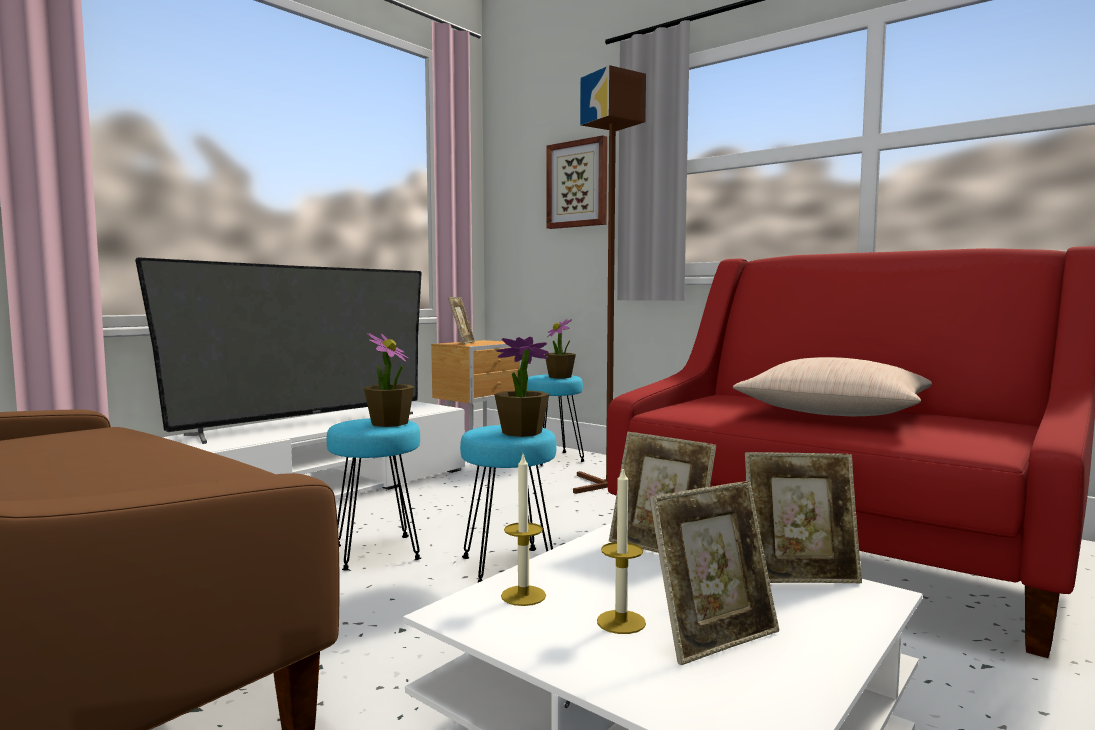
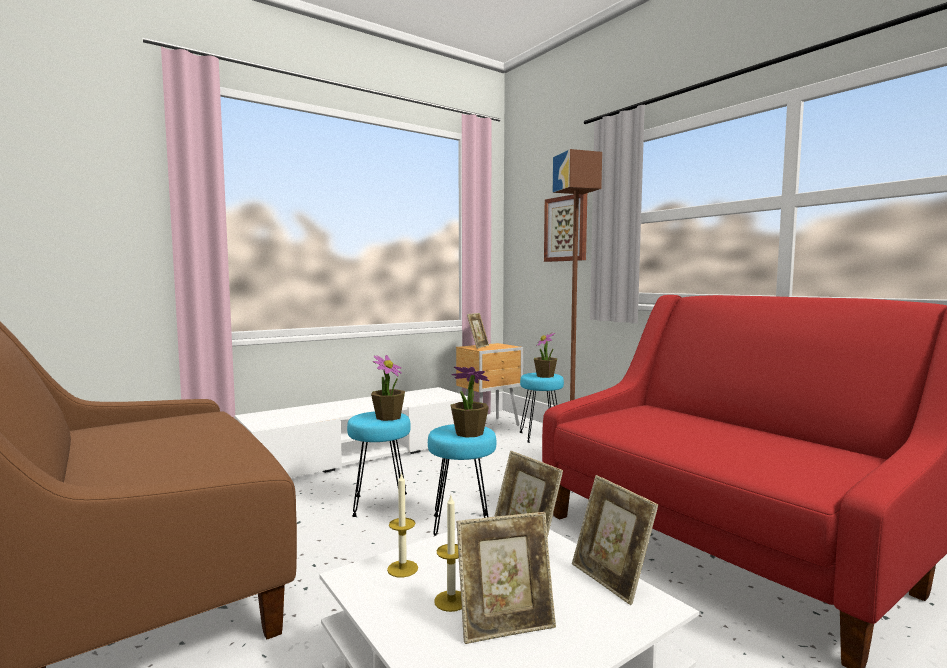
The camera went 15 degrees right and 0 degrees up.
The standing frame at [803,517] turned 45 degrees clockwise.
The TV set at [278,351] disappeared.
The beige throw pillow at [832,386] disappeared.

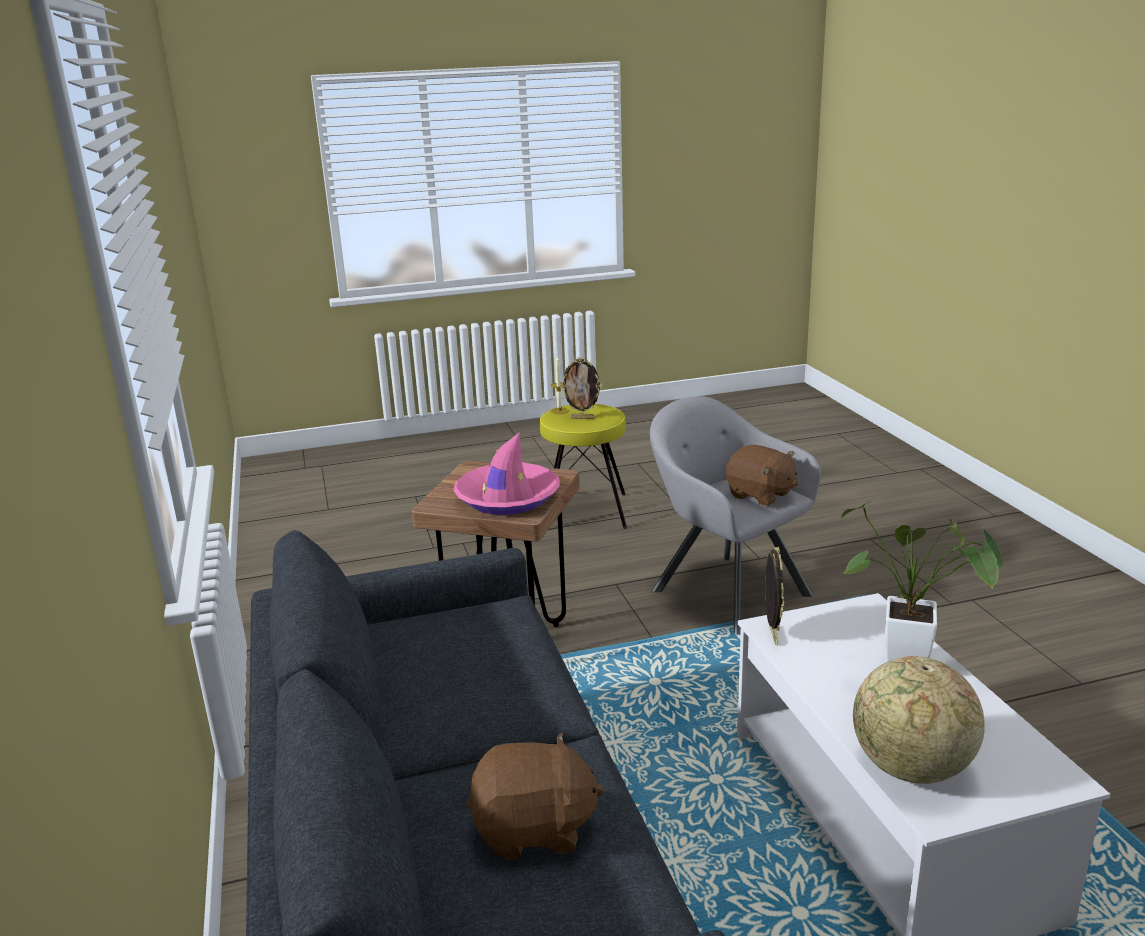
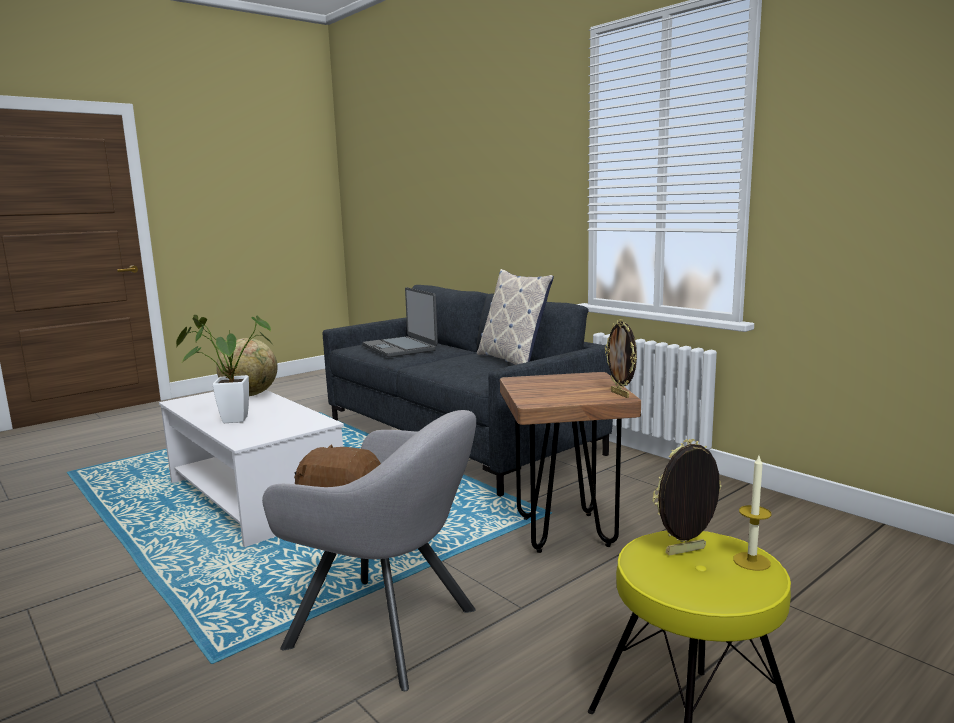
The camera went 155 degrees right and 10 degrees down.
The brown-coloured soft toy at [535,796] was replaced by the laptop at [400,322].
The throw pillow at [515,317] appeared.
The standing frame moved from [774,596] to [621,358].
The pink-coloured clothing hat at [506,473] disappeared.

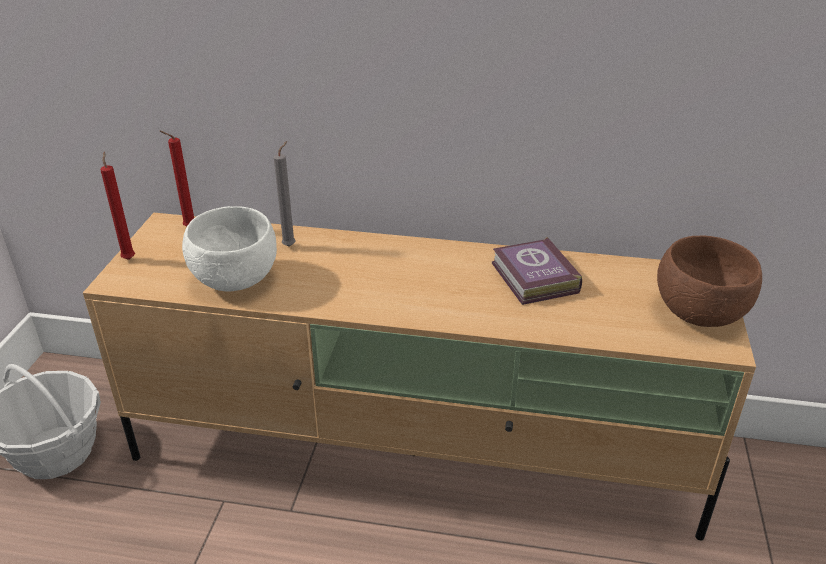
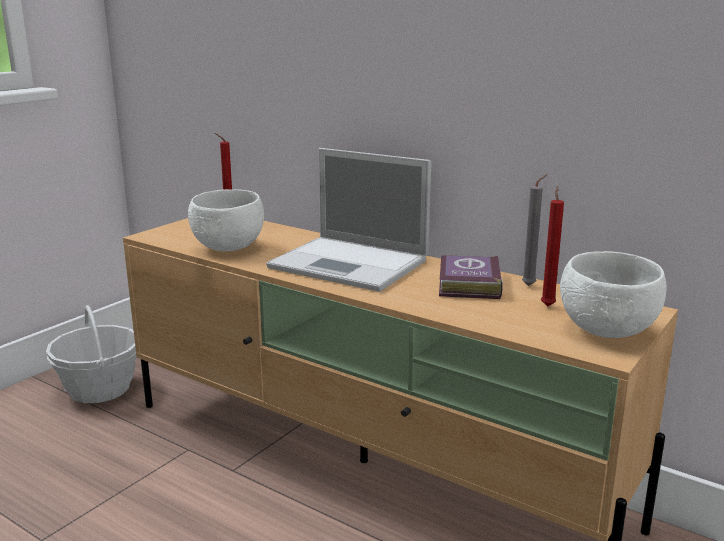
The camera went 25 degrees right and 15 degrees down.
The laptop at [348,220] appeared.
The greyish candle moved from [284,193] to [534,230].
The red candle moved from [117,206] to [552,246].
The brown-coloured serving bowl at [709,281] became the whitish serving bowl at [613,294].

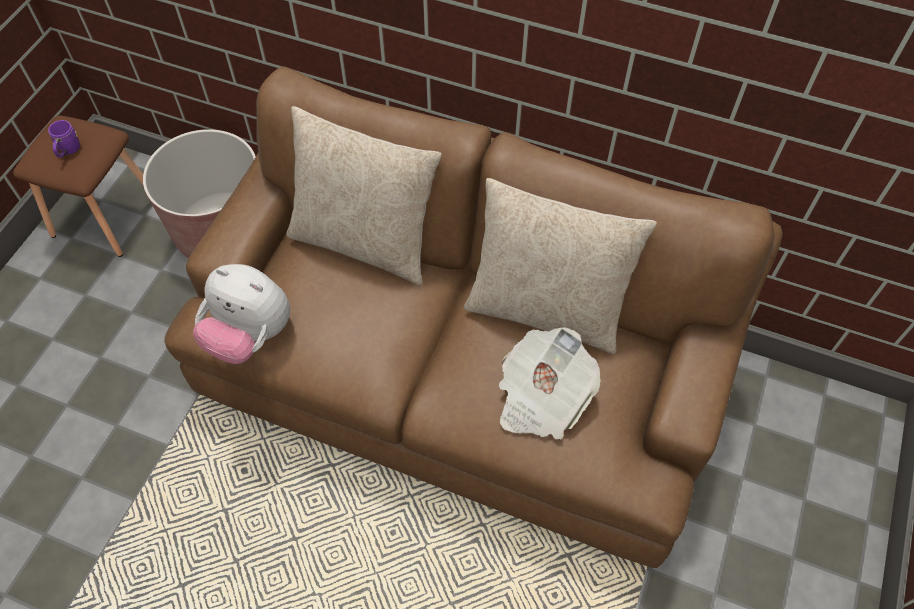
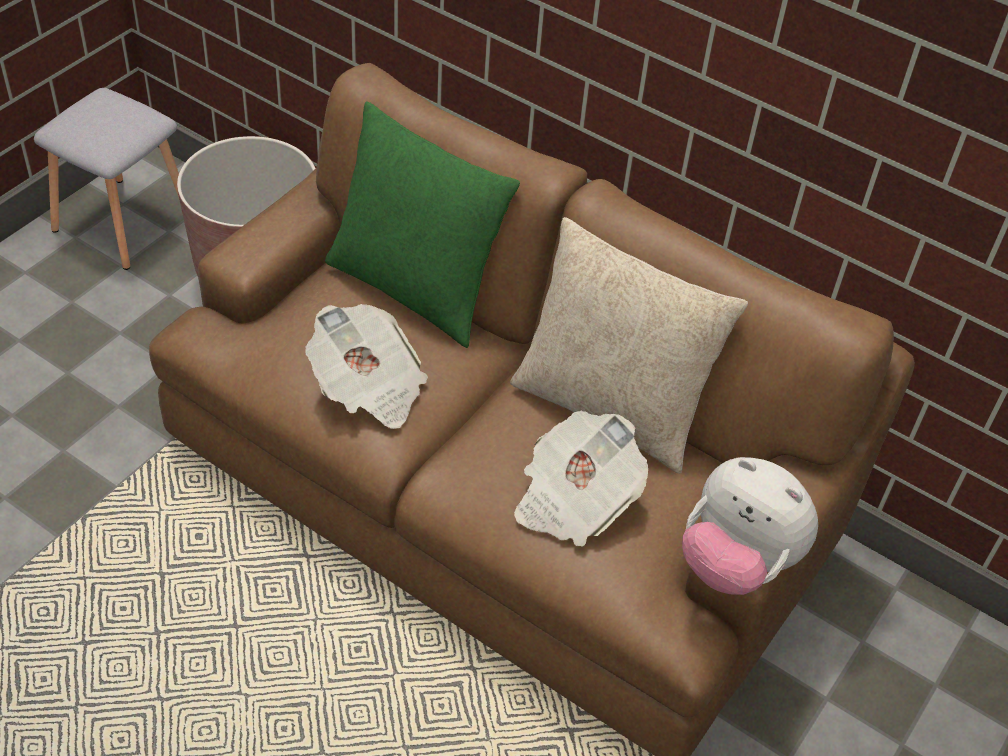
The camera went 10 degrees right and 10 degrees down.
The brown-coloured sitting stool at [78,186] became the greyish sitting stool at [106,179].
The printed paper at [366,366] appeared.
The beige throw pillow at [364,195] became the greenish throw pillow at [422,225].
The soft toy moved from [241,314] to [750,526].
The purple mug at [64,139] disappeared.

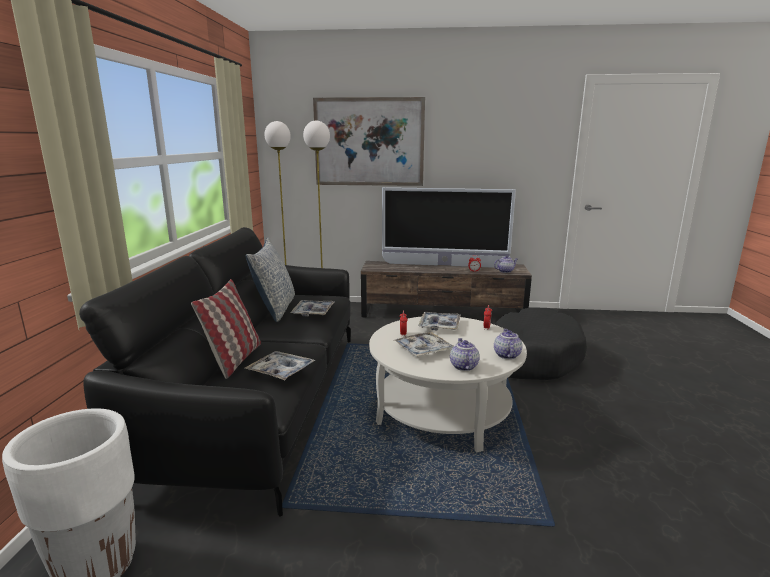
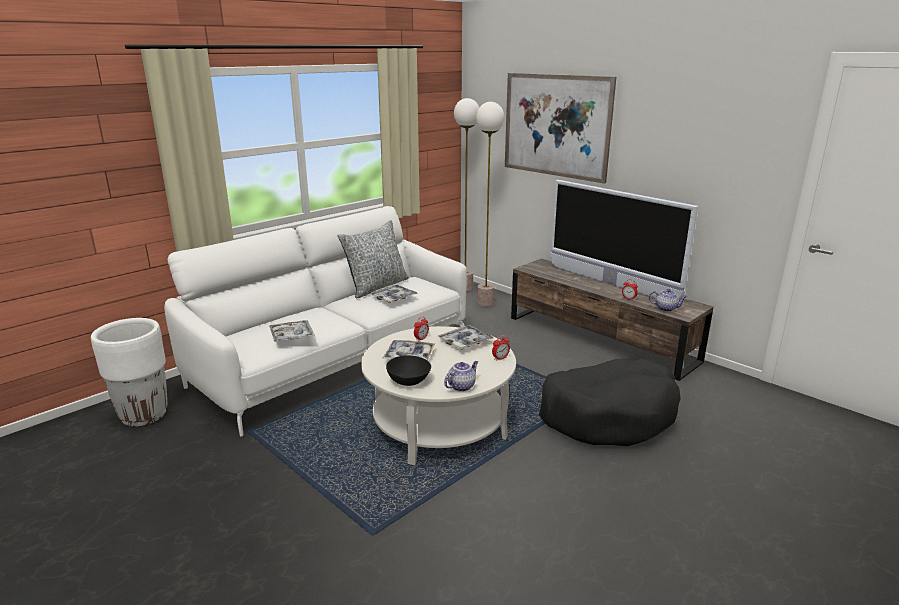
The camera went 40 degrees right and 5 degrees up.
The blackish sofa at [215,372] became the whitish sofa at [315,321].
The pot for tea at [465,354] was replaced by the blackish serving bowl at [408,370].
The throw pillow at [226,329] disappeared.

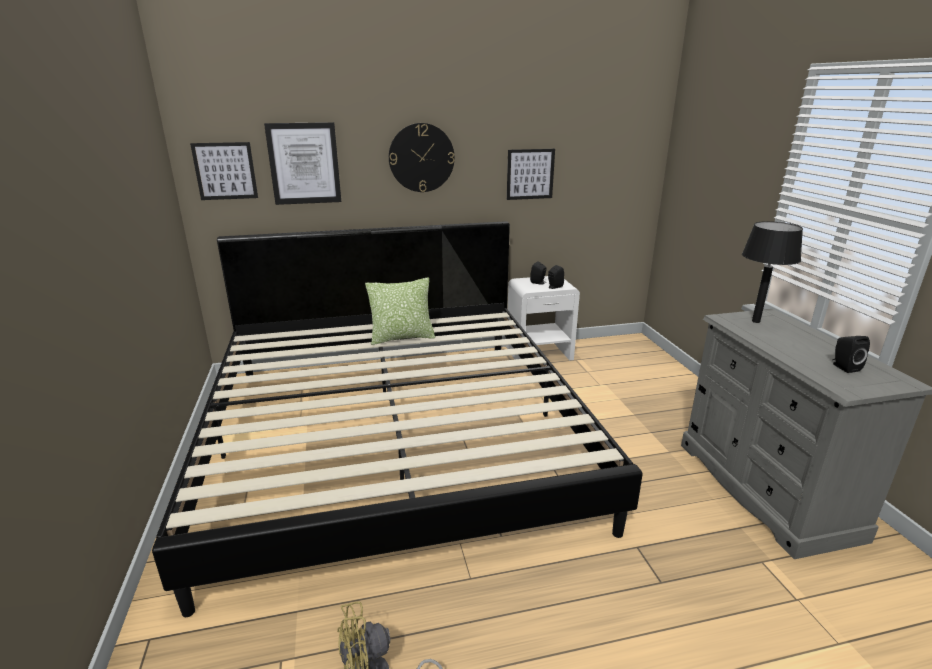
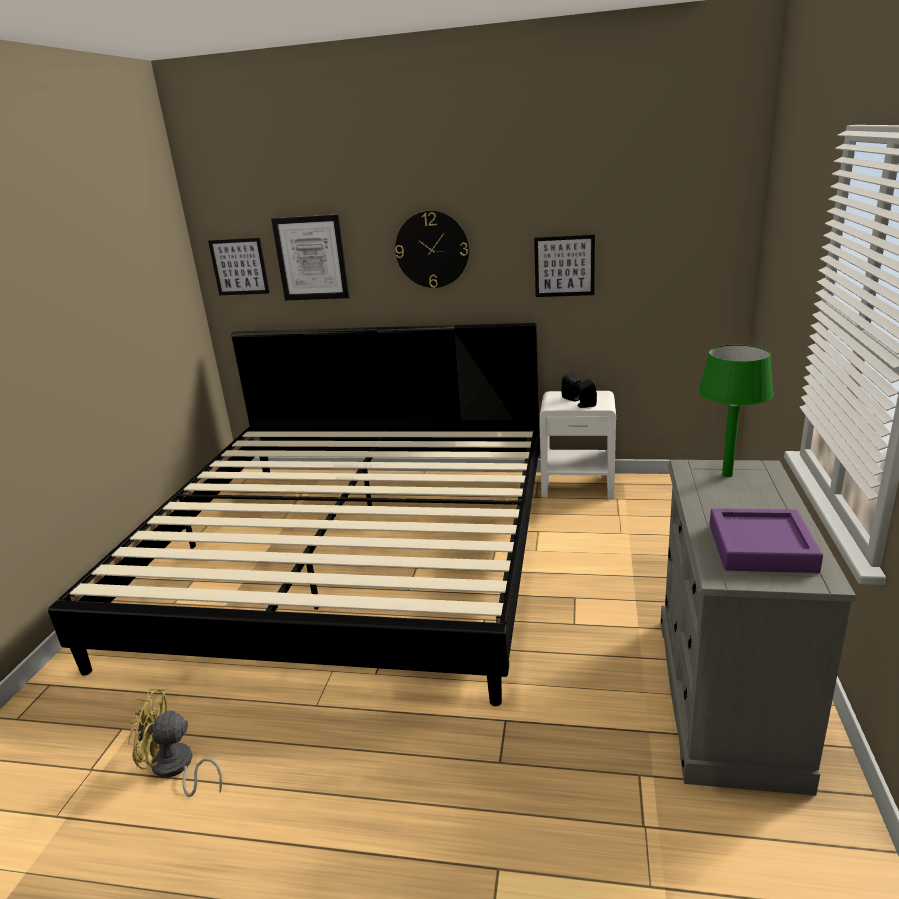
The camera went 25 degrees right and 0 degrees up.
The blackish tabletop lamp at [772,272] became the greenish tabletop lamp at [736,411].
The blackish speaker at [851,354] was replaced by the purple tray at [766,540].
The throw pillow at [400,311] disappeared.

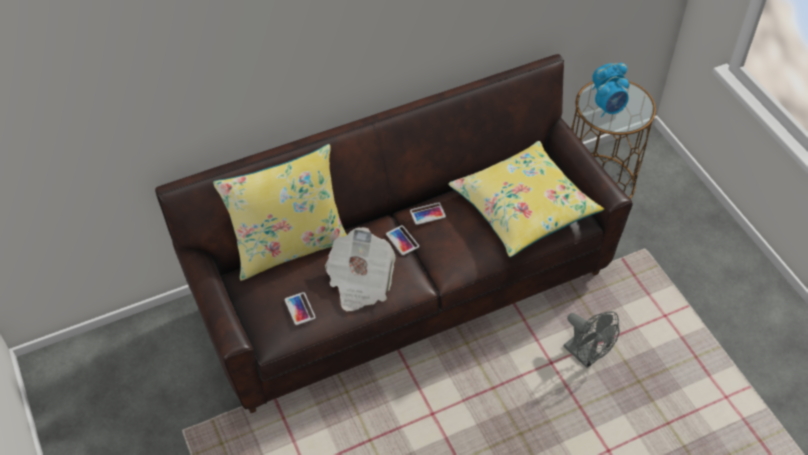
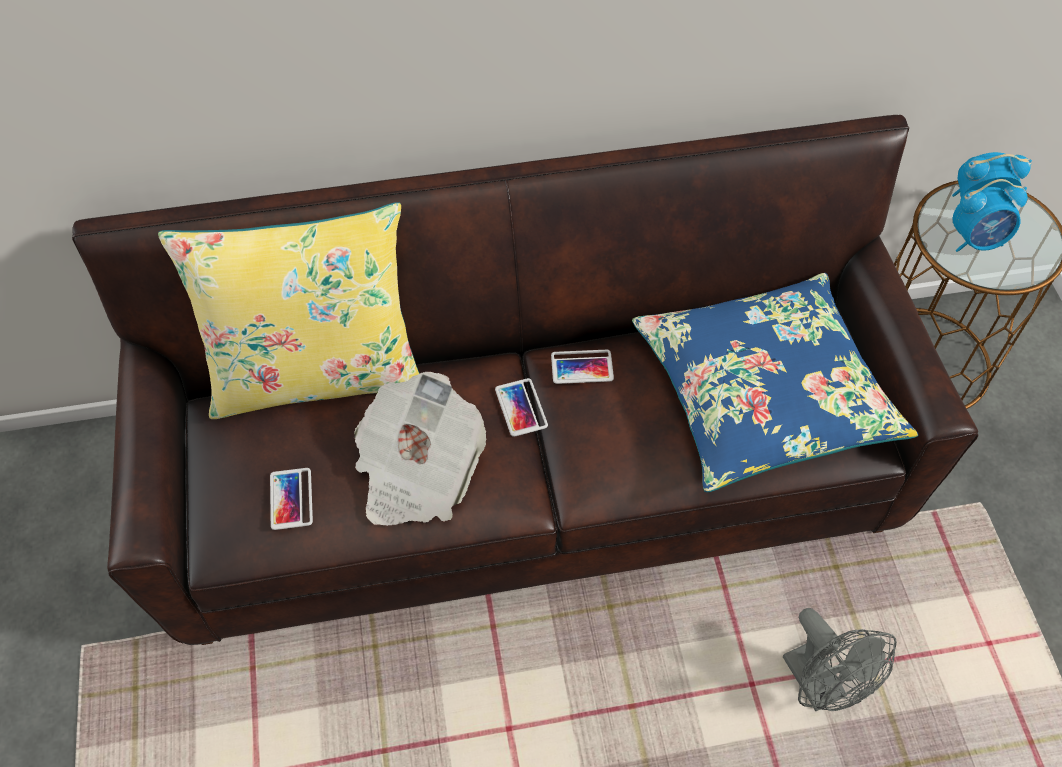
The camera went 15 degrees right and 5 degrees up.
The yellow throw pillow at [526,199] became the blue-coloured throw pillow at [775,382].

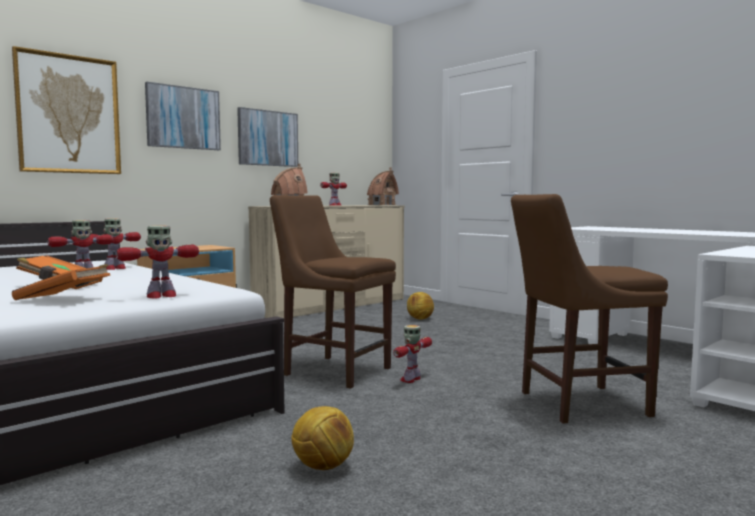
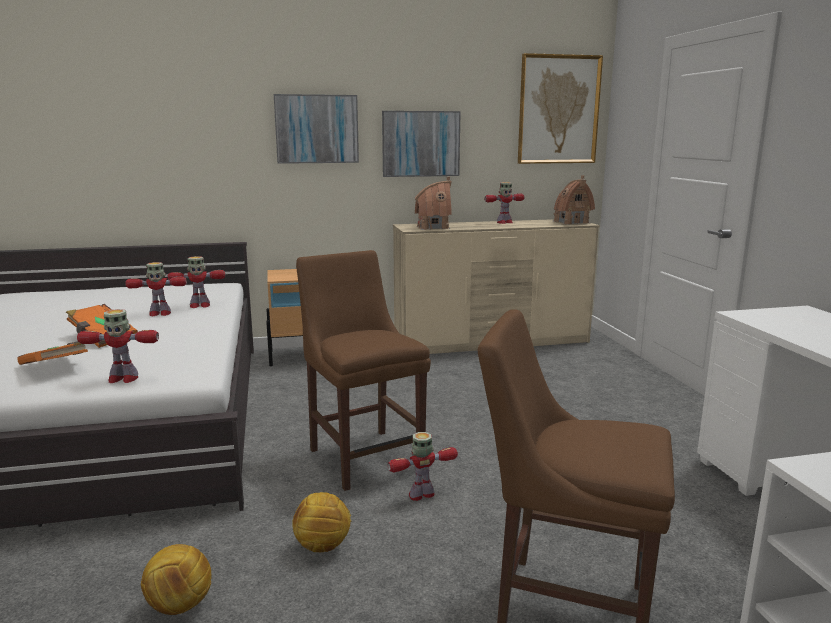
The camera went 30 degrees right and 10 degrees up.
The ball for football moved from [420,305] to [321,522].
The picture moved from [66,110] to [560,108].

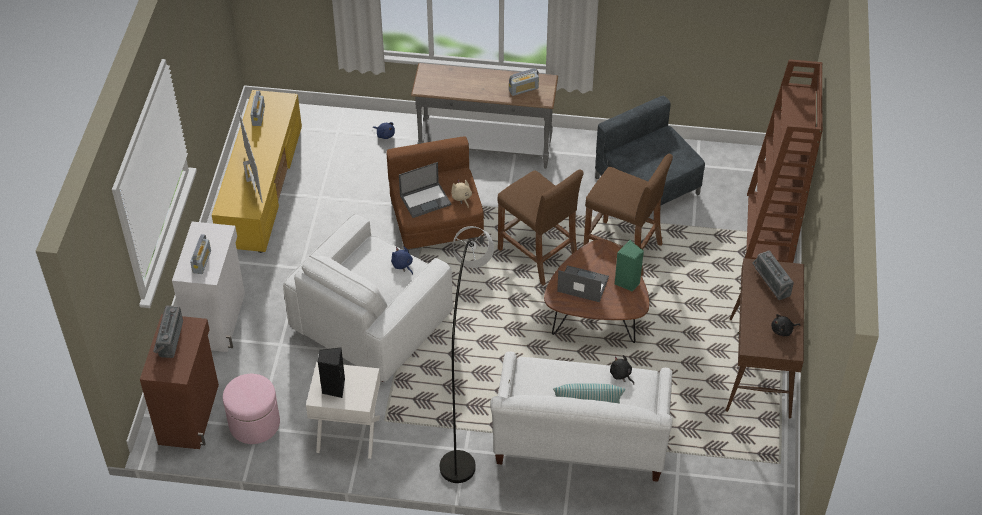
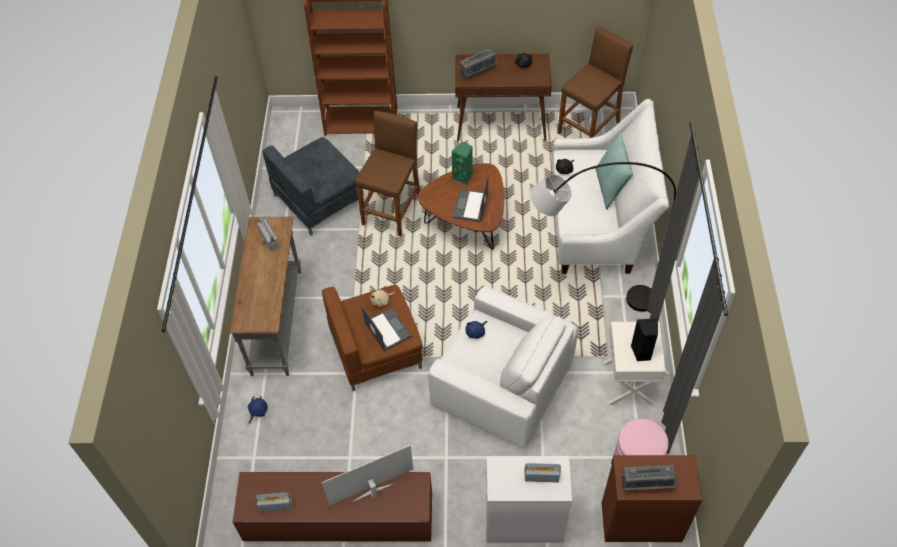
The camera went 95 degrees left and 5 degrees up.
The yellow media console at [257,171] became the brown-coloured media console at [332,506].
The brown-coloured sitting stool moved from [540,227] to [595,82].

